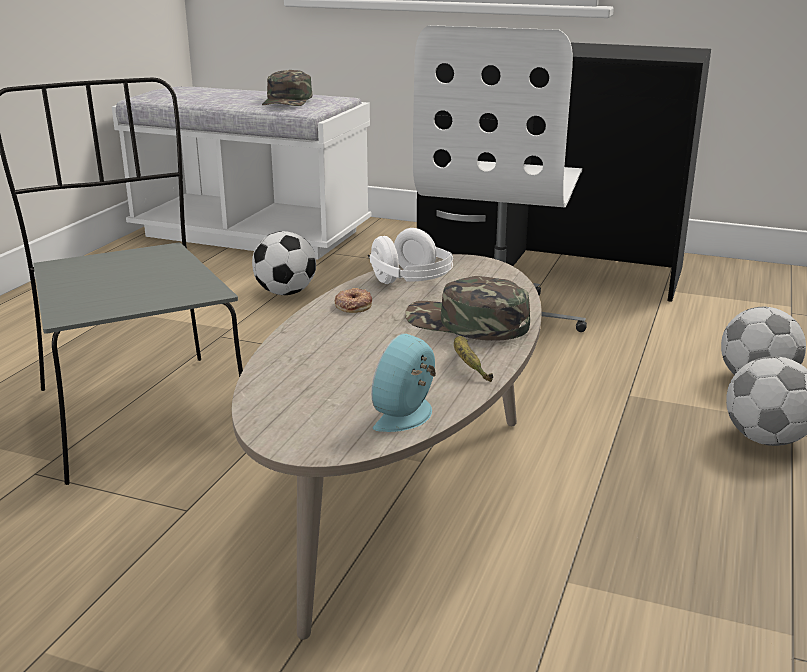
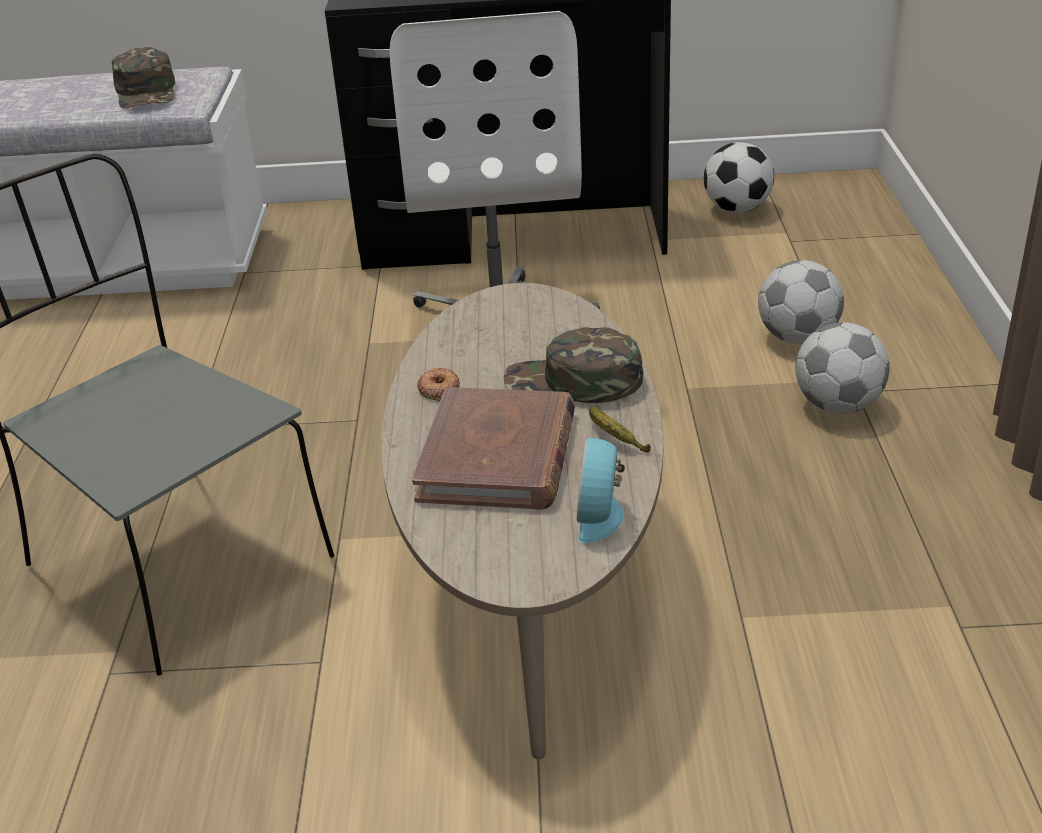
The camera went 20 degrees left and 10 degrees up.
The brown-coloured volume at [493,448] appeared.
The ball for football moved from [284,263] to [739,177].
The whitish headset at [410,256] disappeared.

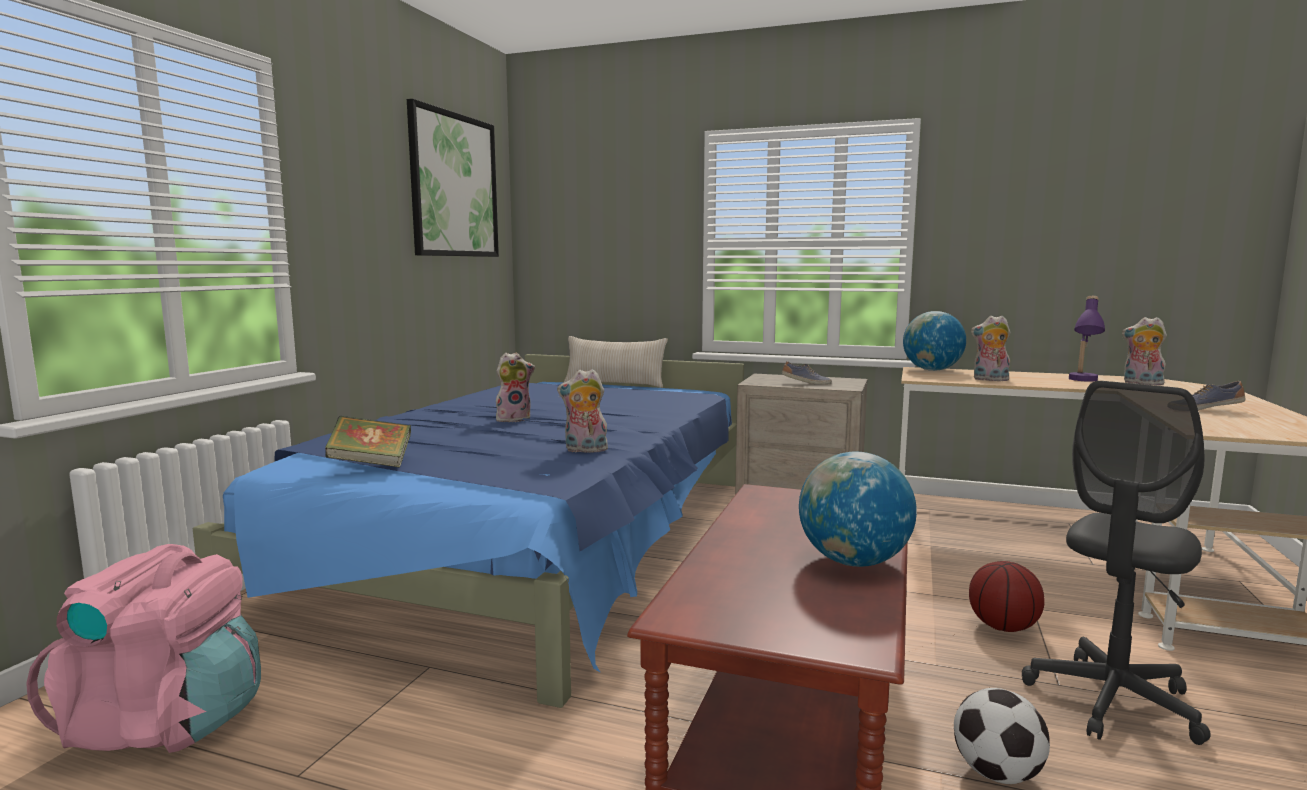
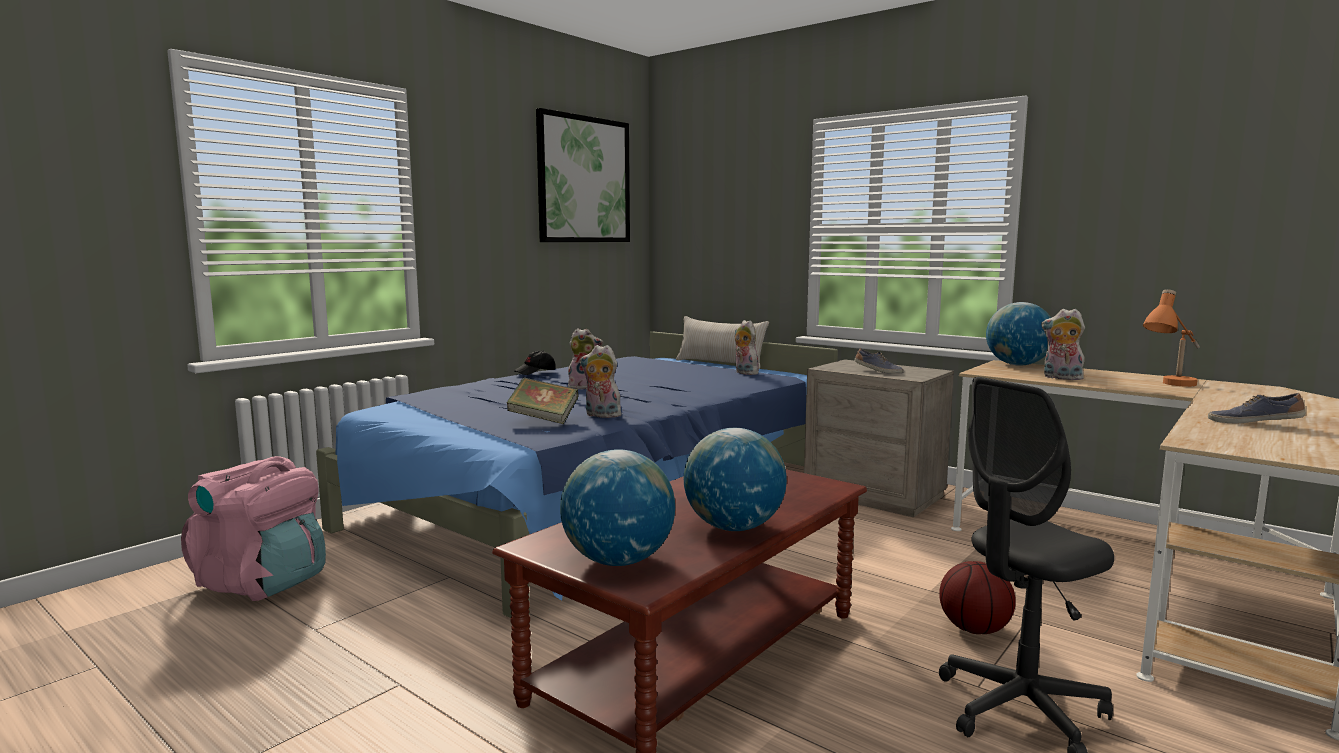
The camera went 20 degrees right and 0 degrees up.
The volume moved from [368,441] to [543,400].
The blackish cap at [534,362] appeared.
The world globe at [617,507] appeared.
The soft toy moved from [1144,351] to [747,347].
The purple tabletop lamp at [1087,339] became the orangey tabletop lamp at [1171,338].
The ball for football at [1002,736] disappeared.

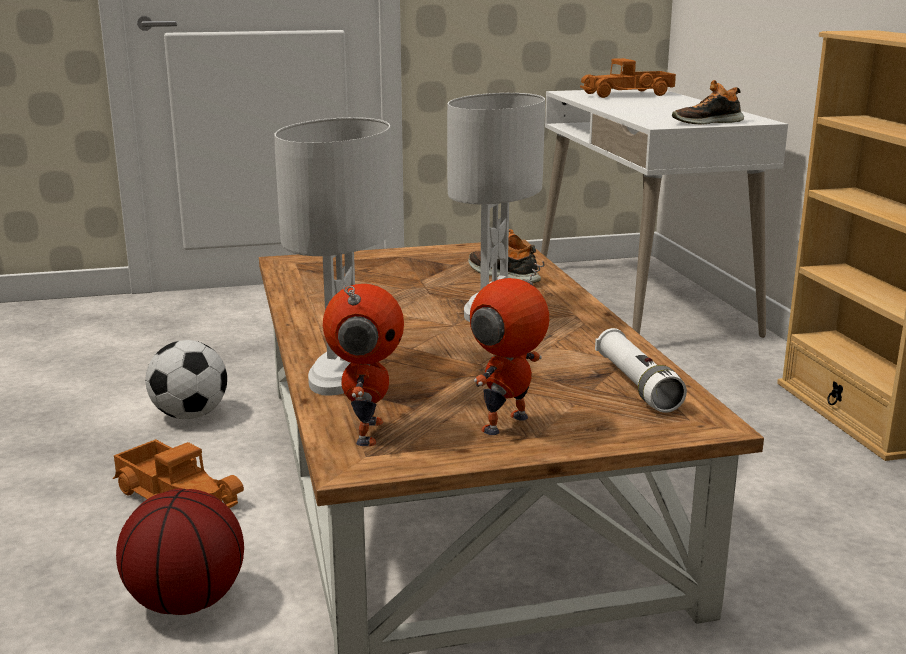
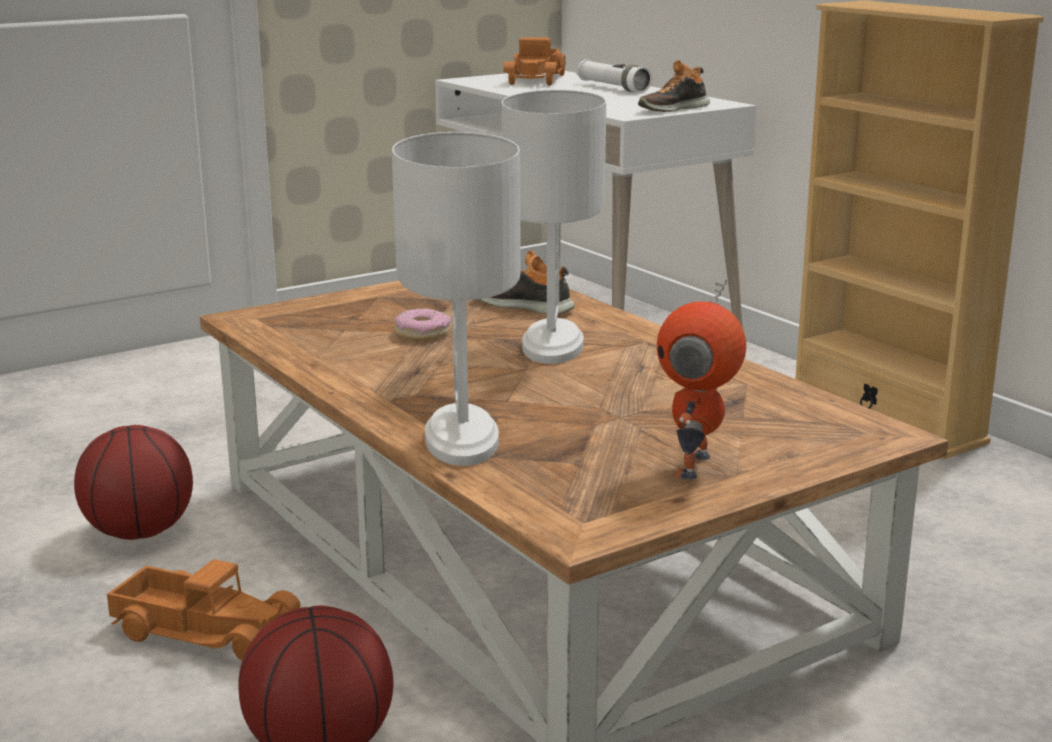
The camera went 20 degrees left and 0 degrees up.
The ball for football at [186,379] was replaced by the ball for basketball at [133,482].
The doughnut at [422,324] appeared.
The toy lorry at [628,78] turned 45 degrees counterclockwise.
The whitish hand torch moved from [641,370] to [614,76].
The toy robot at [363,365] disappeared.

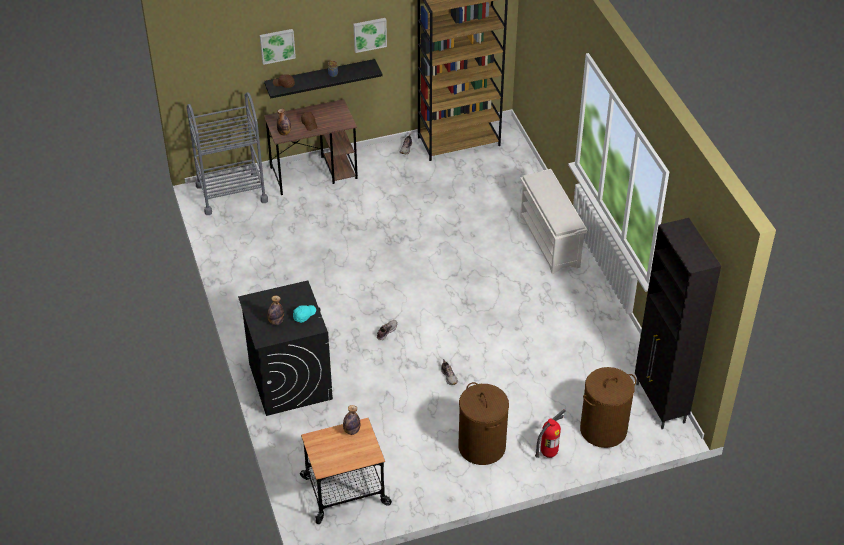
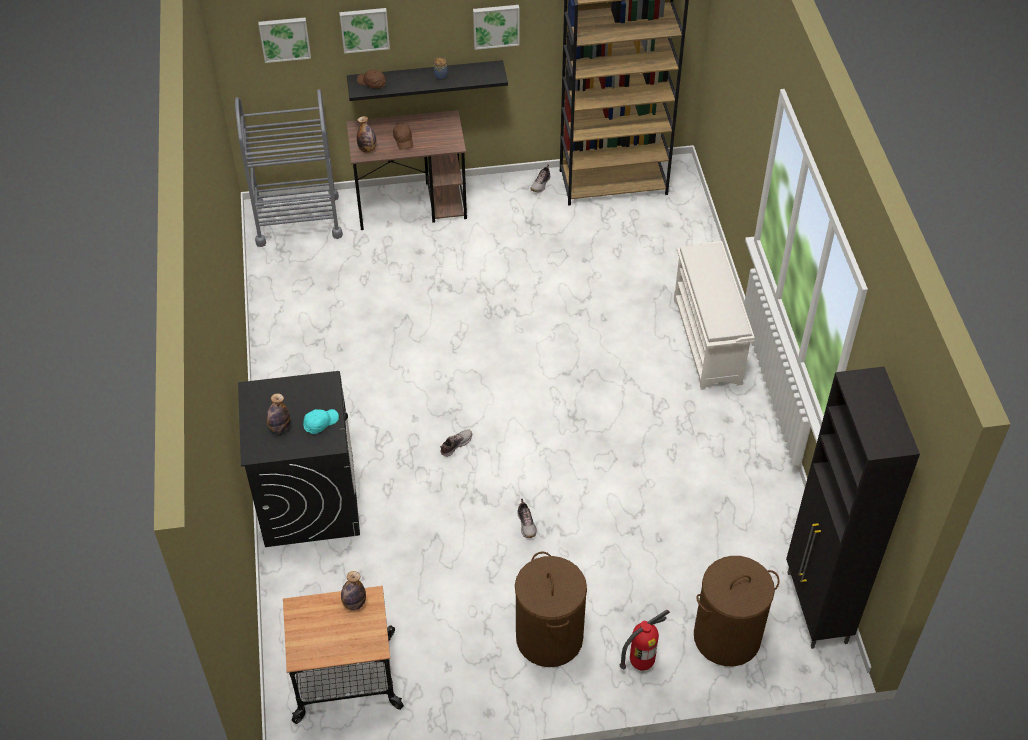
The camera went 10 degrees right and 5 degrees up.
The picture at [284,40] appeared.

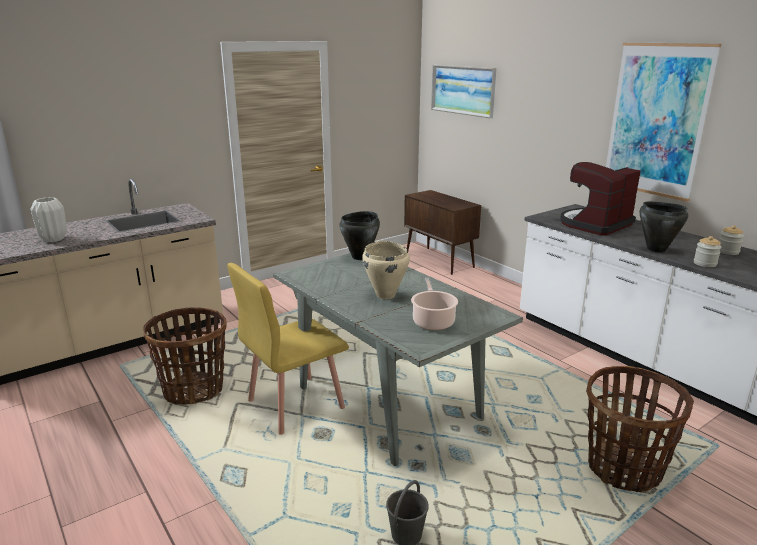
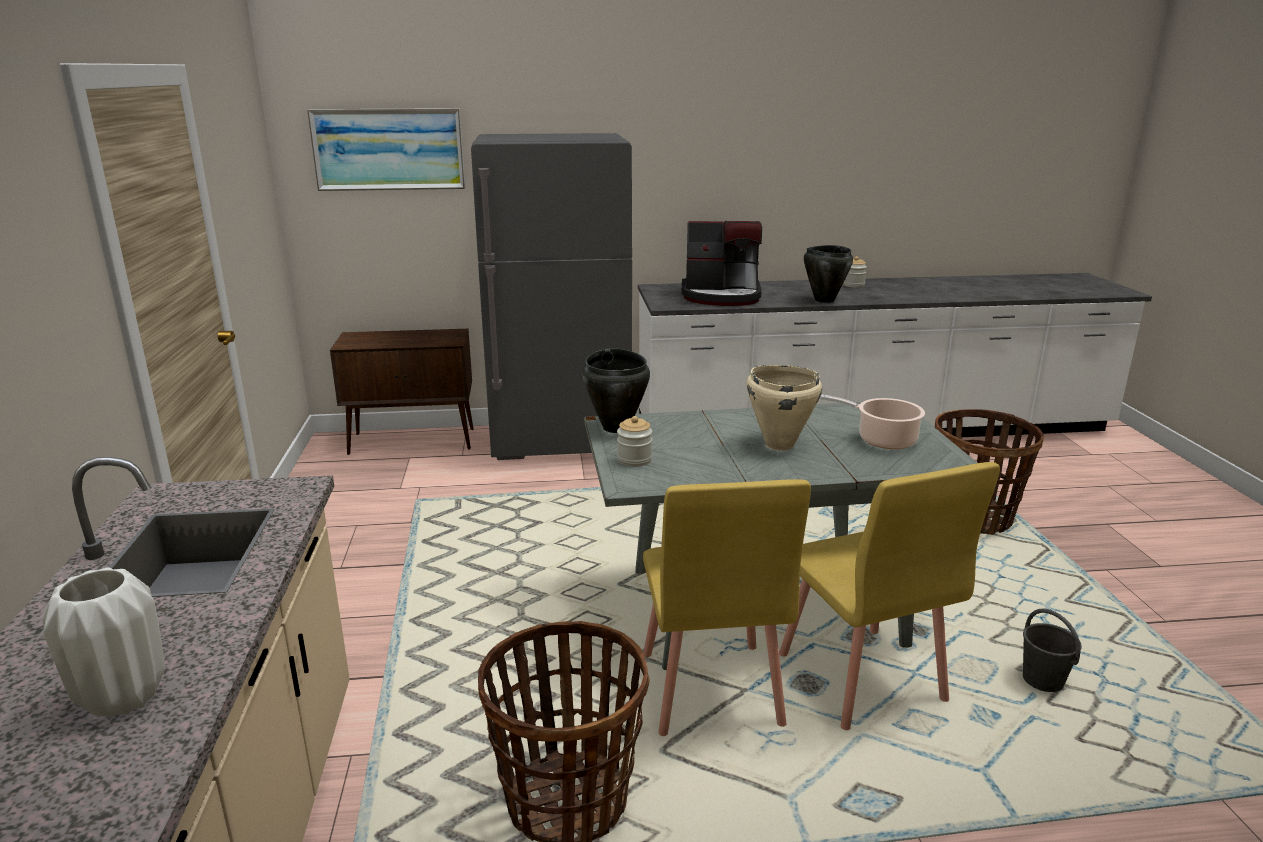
The camera went 60 degrees left and 0 degrees up.
The greyish kitchen fridge at [551,296] appeared.
The jar moved from [708,251] to [634,441].
The coffee maker at [600,199] turned 75 degrees counterclockwise.
The yellow upright chair at [889,596] appeared.
The picture at [663,122] disappeared.

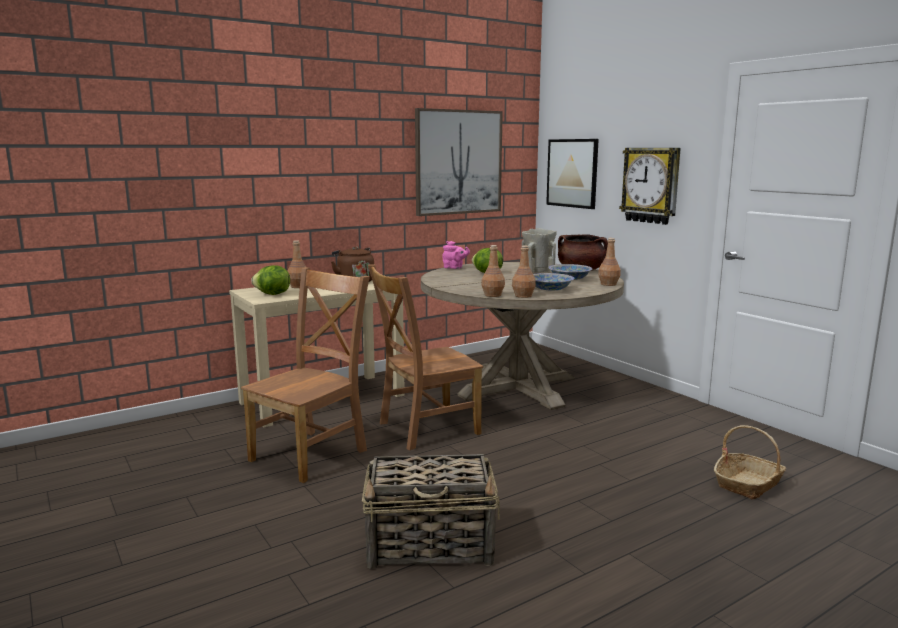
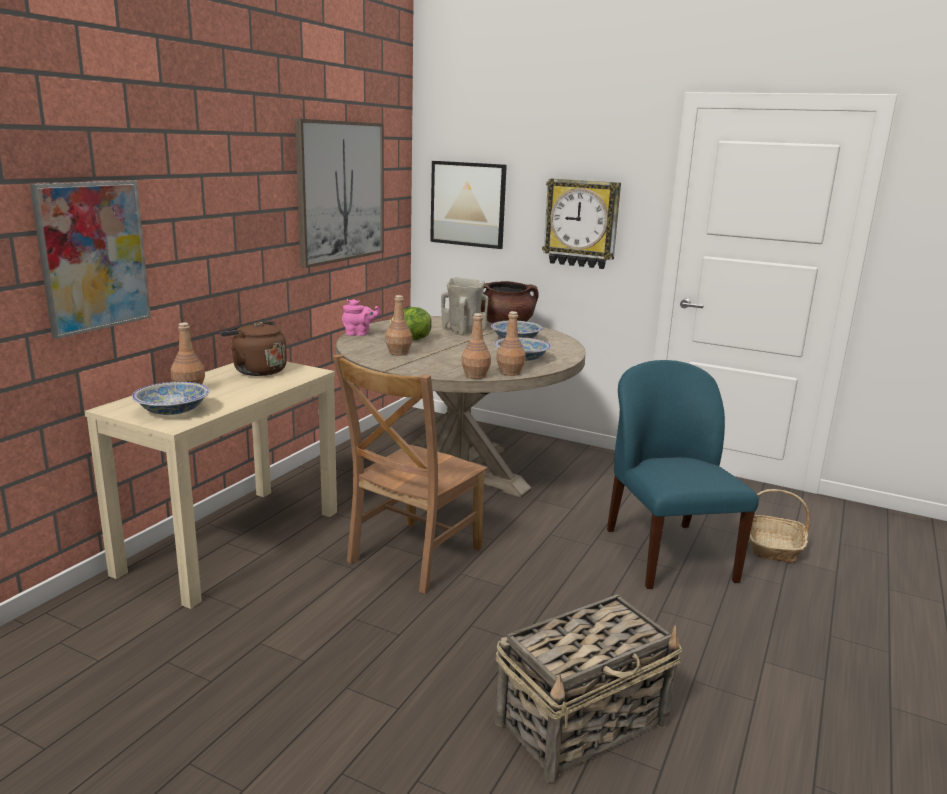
The camera went 30 degrees left and 5 degrees up.
The picture at [90,259] appeared.
The lettuce head at [270,280] was replaced by the serving bowl at [171,398].
The brown-coloured bottle moved from [609,262] to [398,325].
The blue-coloured upright chair at [683,474] appeared.
The brown-coloured upright chair at [305,375] disappeared.

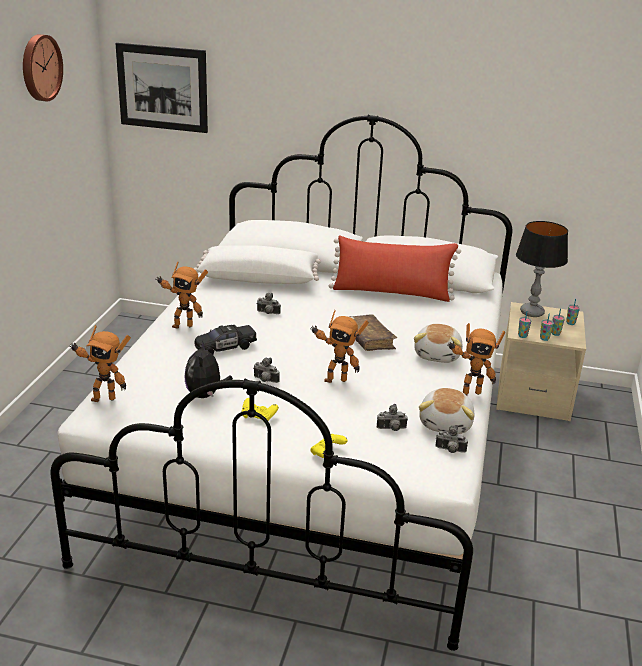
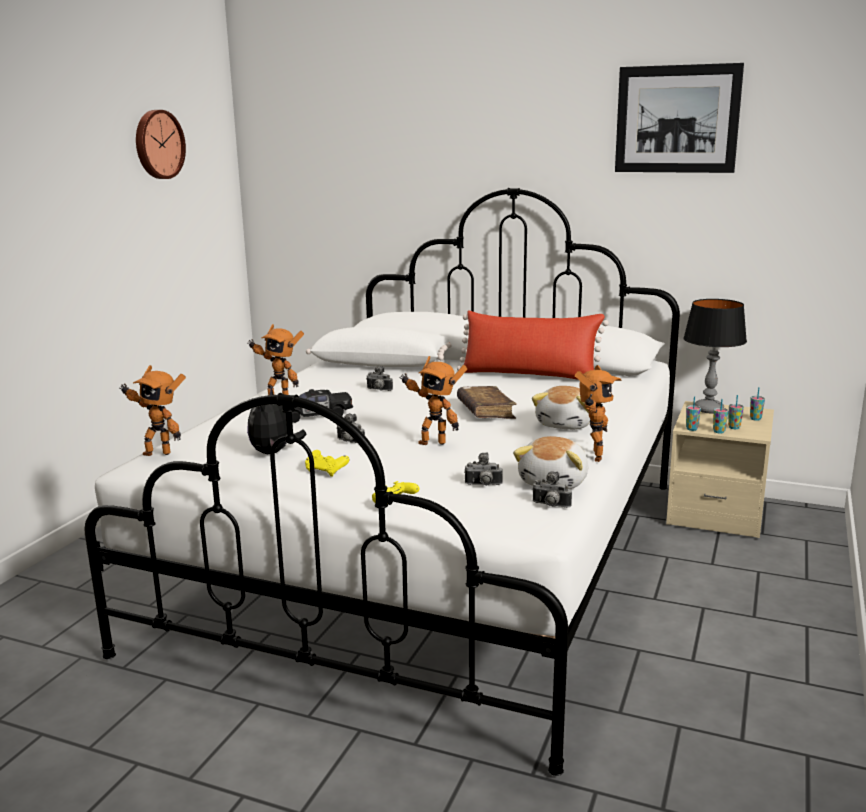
The camera went 10 degrees right and 10 degrees down.
The toy robot at [476,359] turned 75 degrees counterclockwise.
The picture moved from [161,88] to [679,118].

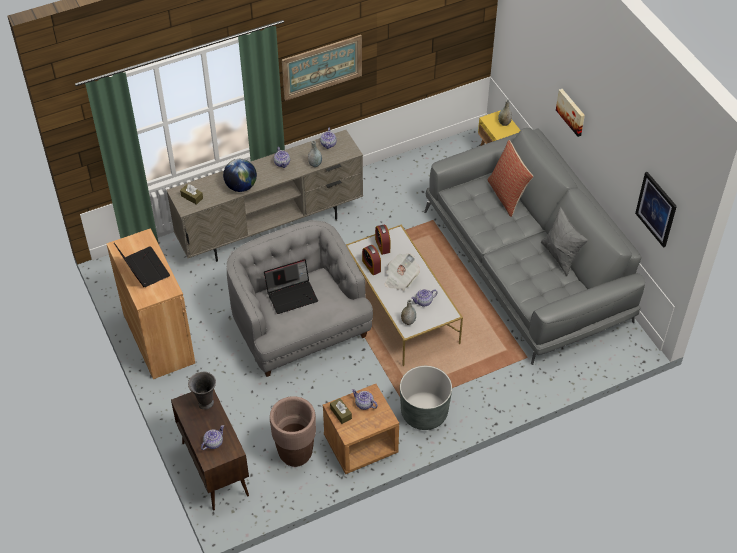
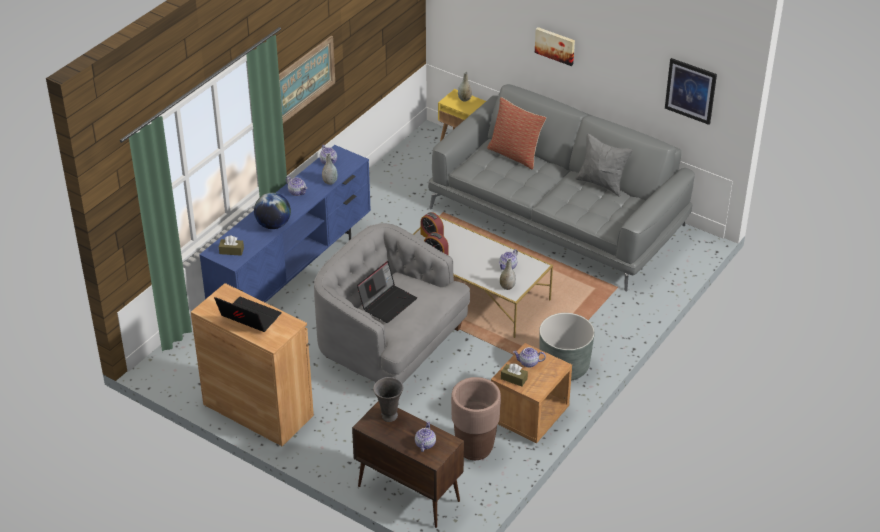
The camera went 30 degrees left and 10 degrees down.
The beige media console at [264,196] became the blue-coloured media console at [285,224].
The printed paper at [402,272] disappeared.

